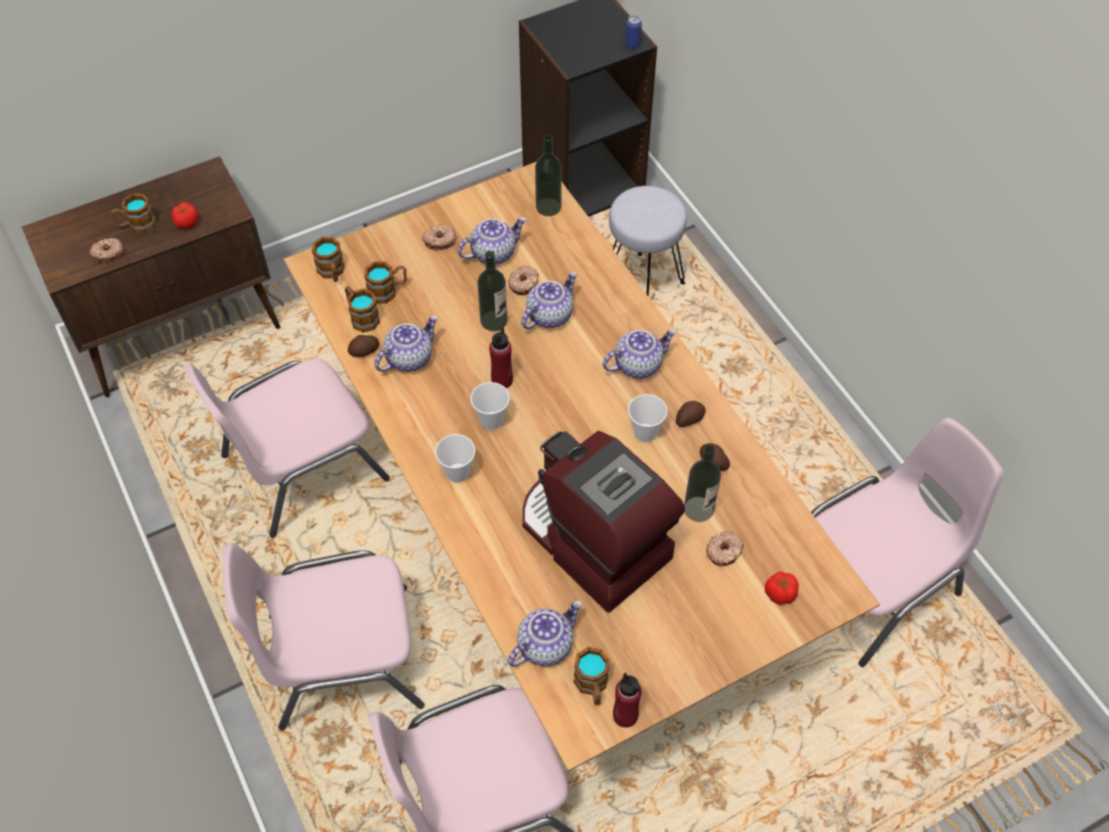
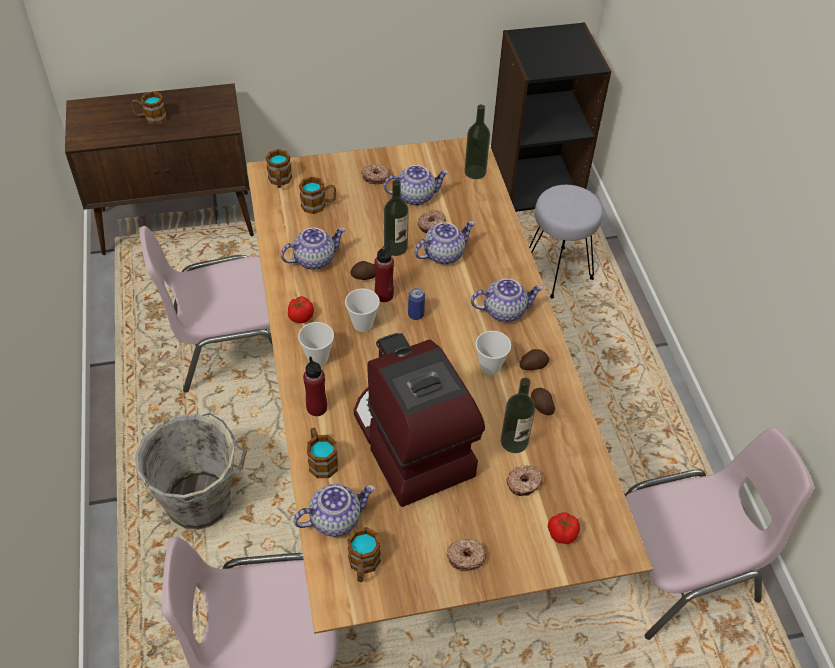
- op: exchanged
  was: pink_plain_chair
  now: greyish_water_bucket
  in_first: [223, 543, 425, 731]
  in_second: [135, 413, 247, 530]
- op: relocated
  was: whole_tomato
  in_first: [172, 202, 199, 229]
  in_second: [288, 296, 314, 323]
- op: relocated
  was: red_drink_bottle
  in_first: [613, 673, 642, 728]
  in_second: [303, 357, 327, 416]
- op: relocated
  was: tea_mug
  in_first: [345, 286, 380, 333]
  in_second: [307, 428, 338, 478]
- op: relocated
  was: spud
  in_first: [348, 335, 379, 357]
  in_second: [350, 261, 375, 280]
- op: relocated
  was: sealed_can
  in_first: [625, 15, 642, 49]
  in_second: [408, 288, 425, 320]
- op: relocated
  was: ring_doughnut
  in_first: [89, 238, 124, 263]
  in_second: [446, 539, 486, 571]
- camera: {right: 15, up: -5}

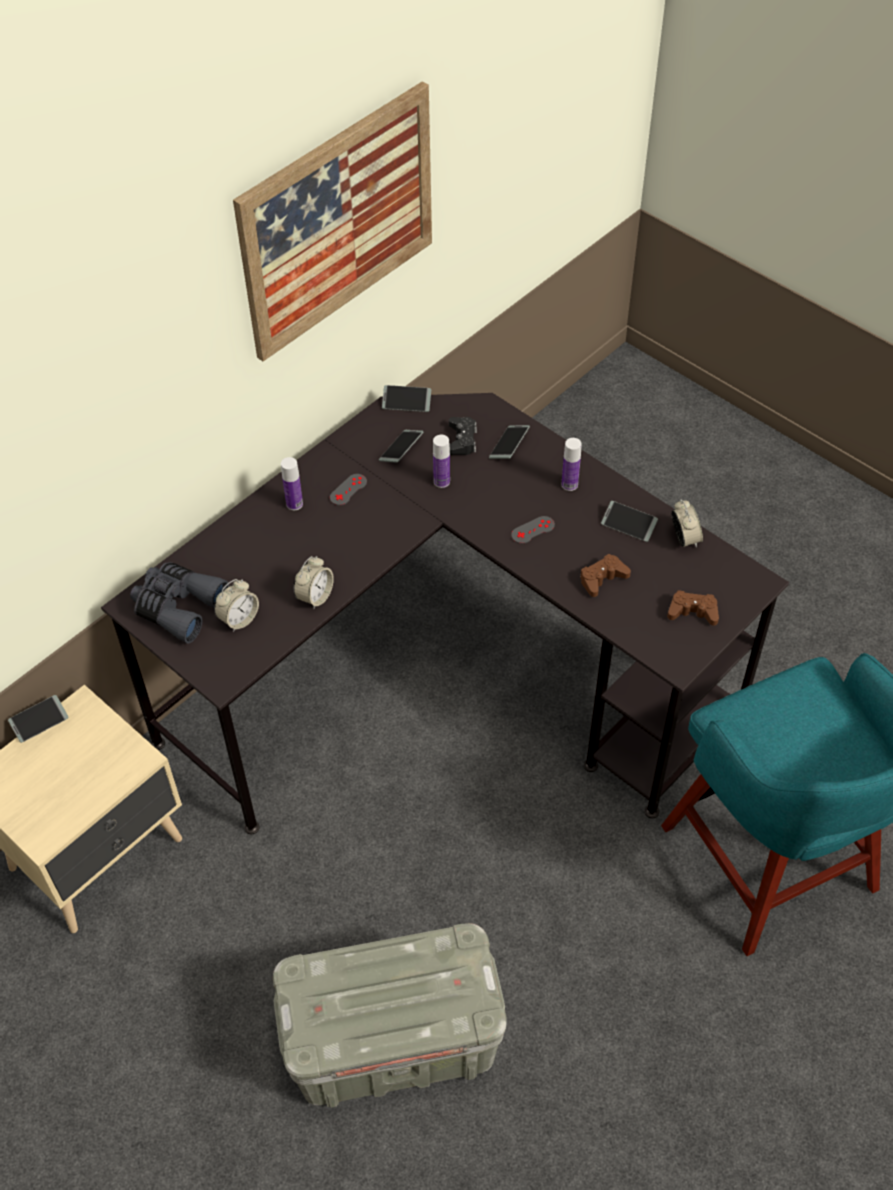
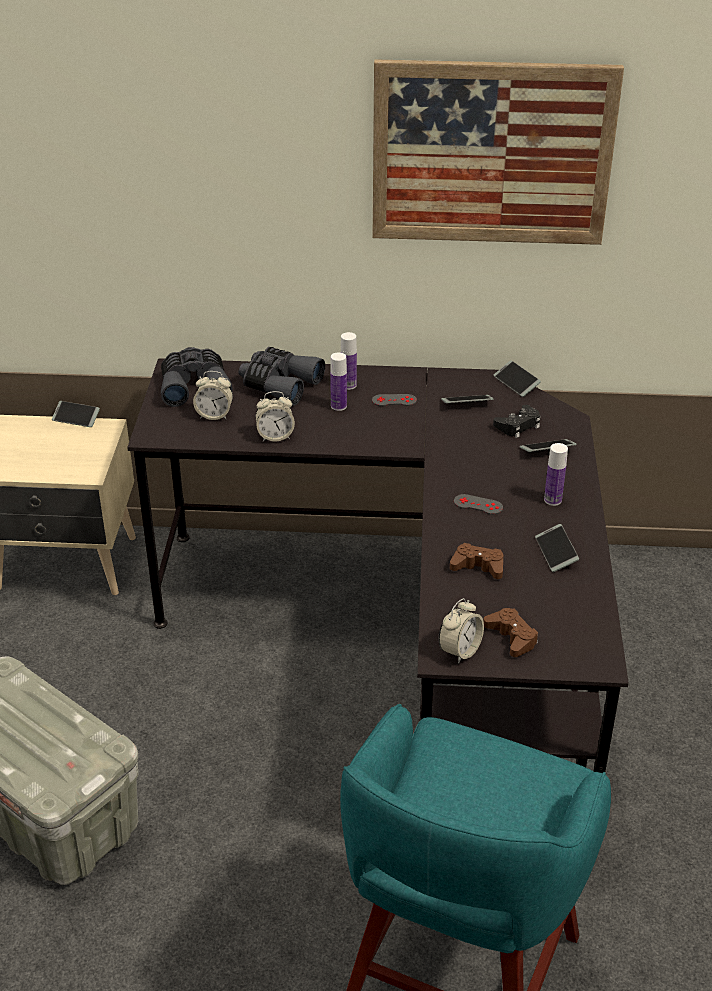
- op: appeared
  now: greyish_field_glasses
  in_second: [239, 347, 325, 405]
- op: relocated
  was: drink_bottle
  in_first: [433, 435, 450, 488]
  in_second: [330, 352, 347, 411]
- op: relocated
  was: table_clock
  in_first: [672, 500, 703, 548]
  in_second: [439, 598, 484, 664]
- camera: {right: 50, up: -15}

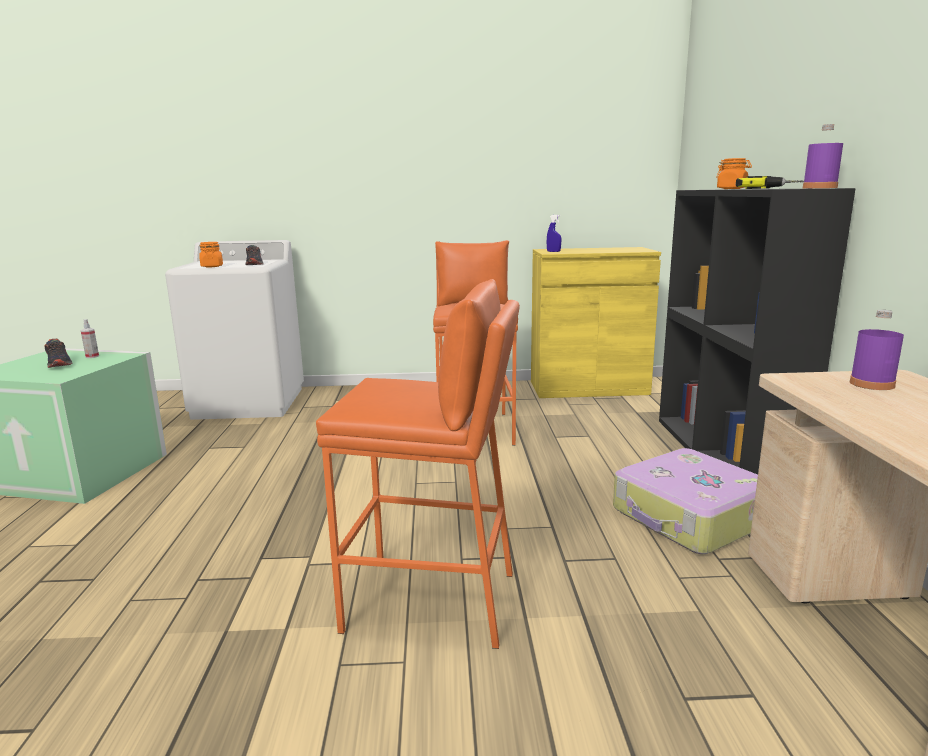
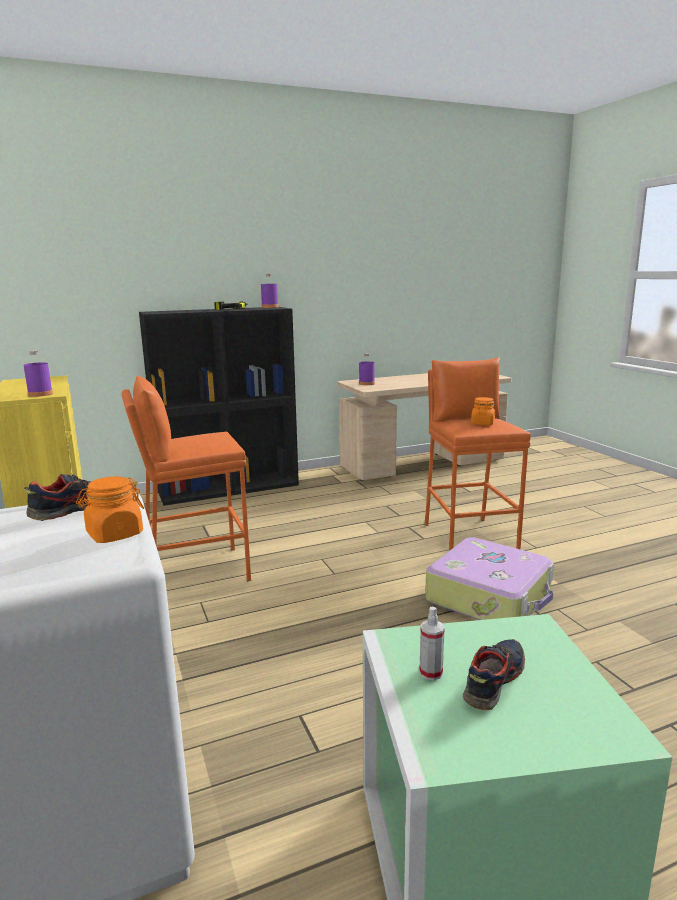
- op: exchanged
  was: blue_sprayer
  now: purple_drink_bottle
  in_first: [546, 215, 561, 252]
  in_second: [24, 350, 53, 397]
- op: relocated
  was: travel_case
  in_first: [613, 448, 758, 554]
  in_second: [425, 537, 554, 620]
- op: relocated
  was: orange_jar
  in_first: [716, 158, 752, 189]
  in_second: [471, 397, 495, 425]
- camera: {right: -110, up: 0}

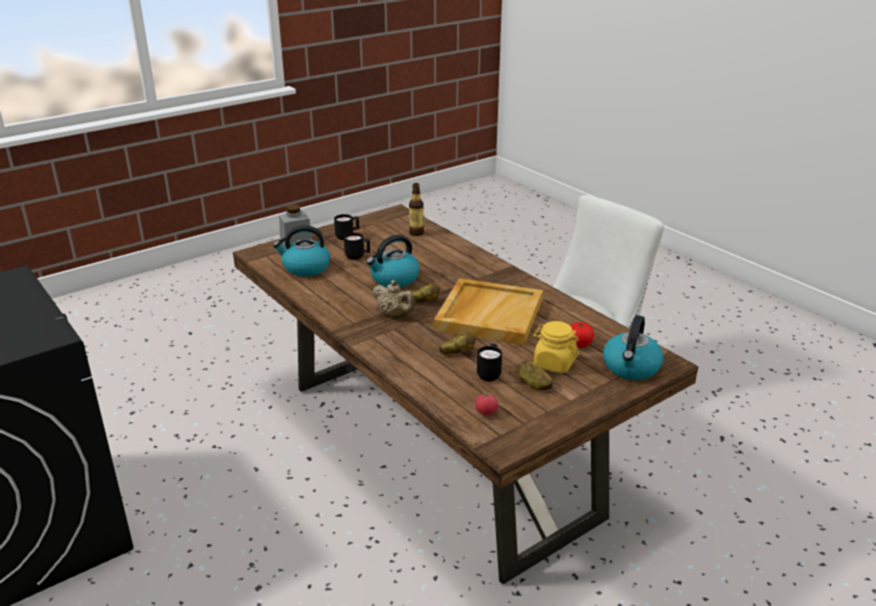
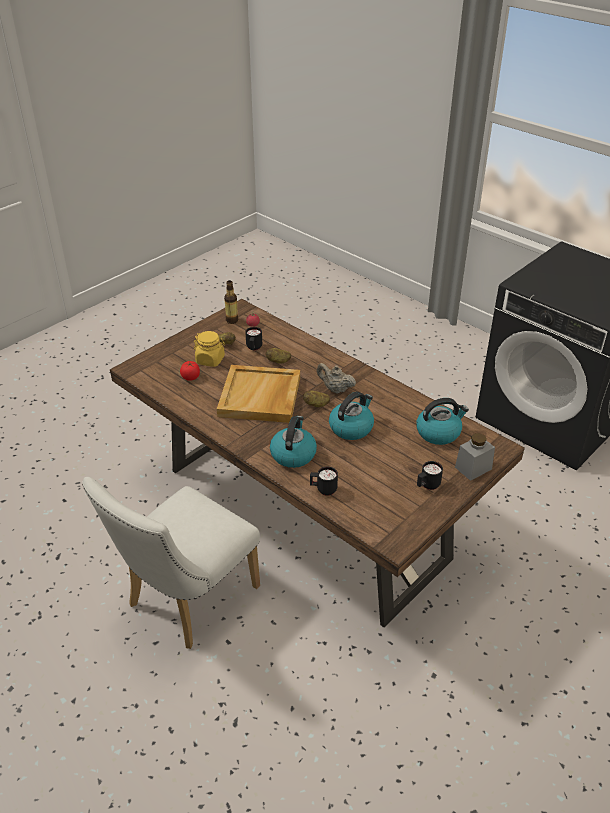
- op: relocated
  was: drink_bottle
  in_first: [409, 183, 424, 236]
  in_second: [224, 280, 238, 324]
- op: relocated
  was: tea_kettle
  in_first: [603, 315, 663, 380]
  in_second: [270, 416, 317, 468]
- op: relocated
  was: black_tea_mug
  in_first: [344, 233, 370, 260]
  in_second: [310, 467, 338, 496]
- camera: {right: 170, up: 10}

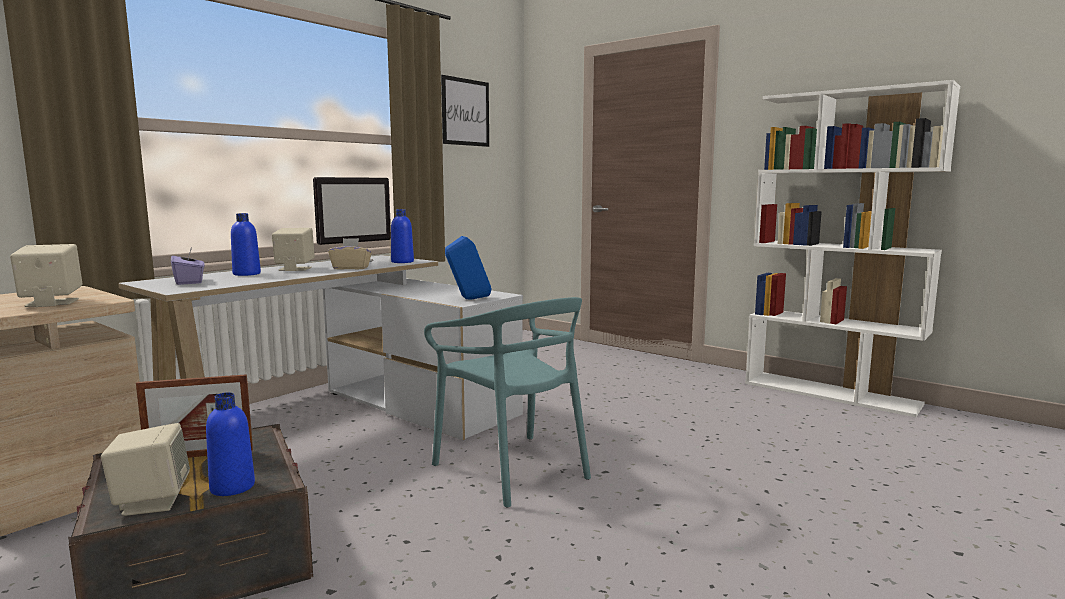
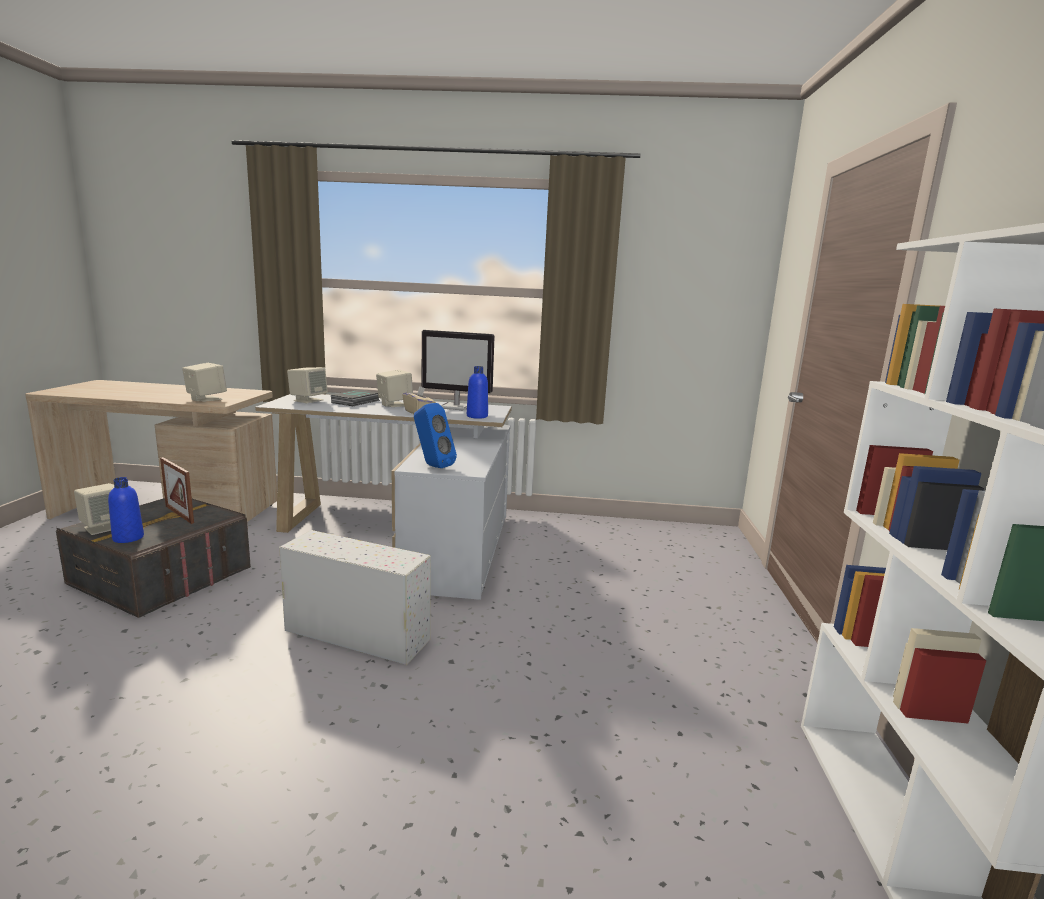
- op: exchanged
  was: turquoise-coloured_plain_chair
  now: white-coloured_storage_box
  in_first: [424, 297, 591, 507]
  in_second: [279, 530, 431, 665]
- op: exchanged
  was: purple_box_of_tissues
  now: beige_speaker
  in_first: [171, 248, 205, 285]
  in_second: [287, 367, 328, 403]
- op: exchanged
  was: blue_drink_bottle
  now: book
  in_first: [231, 213, 261, 276]
  in_second: [331, 390, 380, 406]
- op: missing
  was: wall_art
  in_first: [441, 75, 489, 147]
- camera: {right: 55, up: 5}

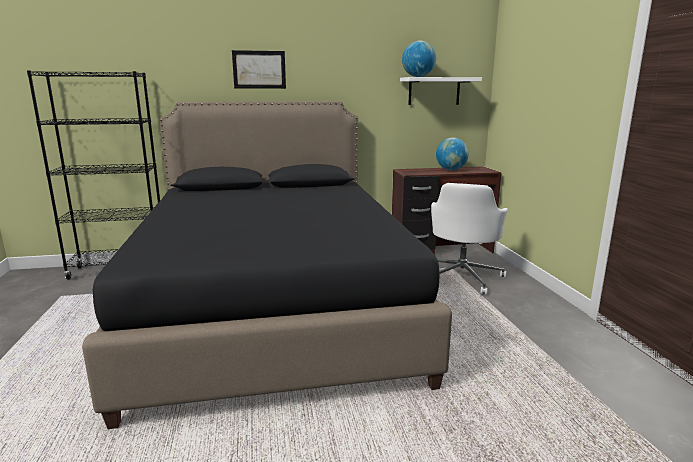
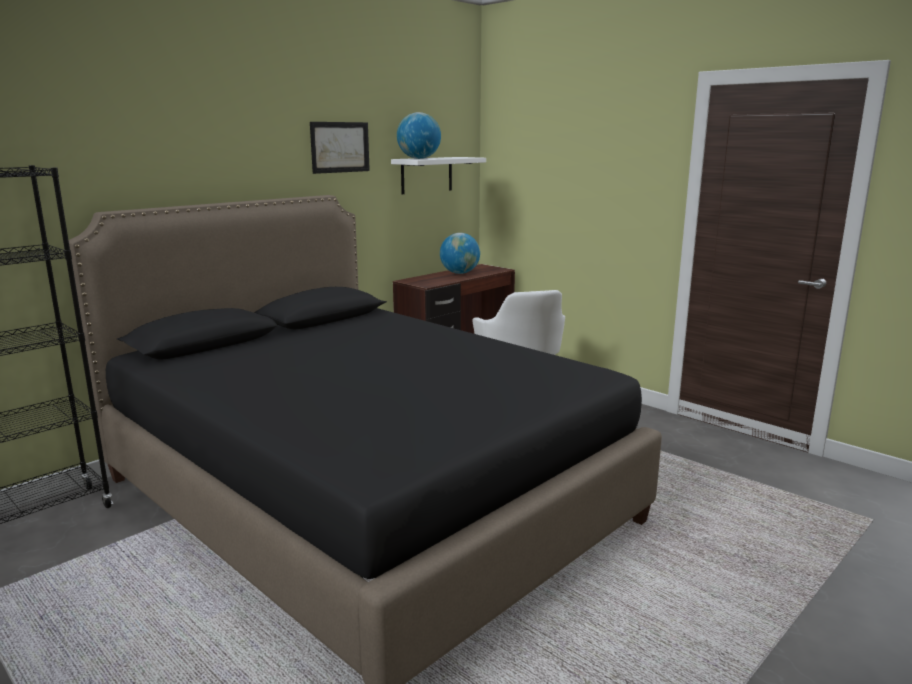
- op: relocated
  was: wall_art
  in_first: [232, 50, 286, 89]
  in_second: [310, 122, 370, 174]
- camera: {right: -35, up: 0}

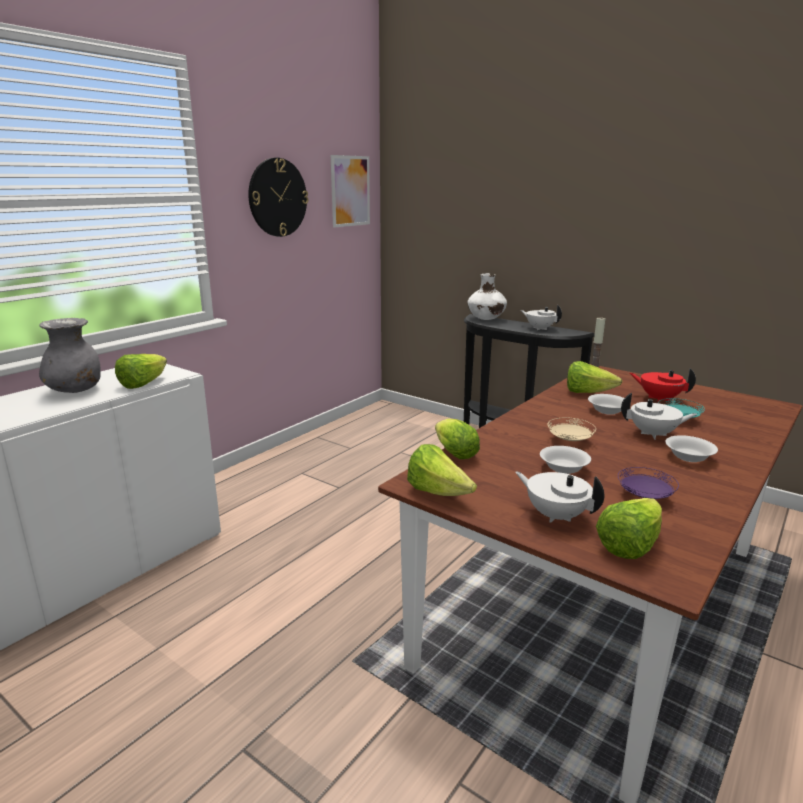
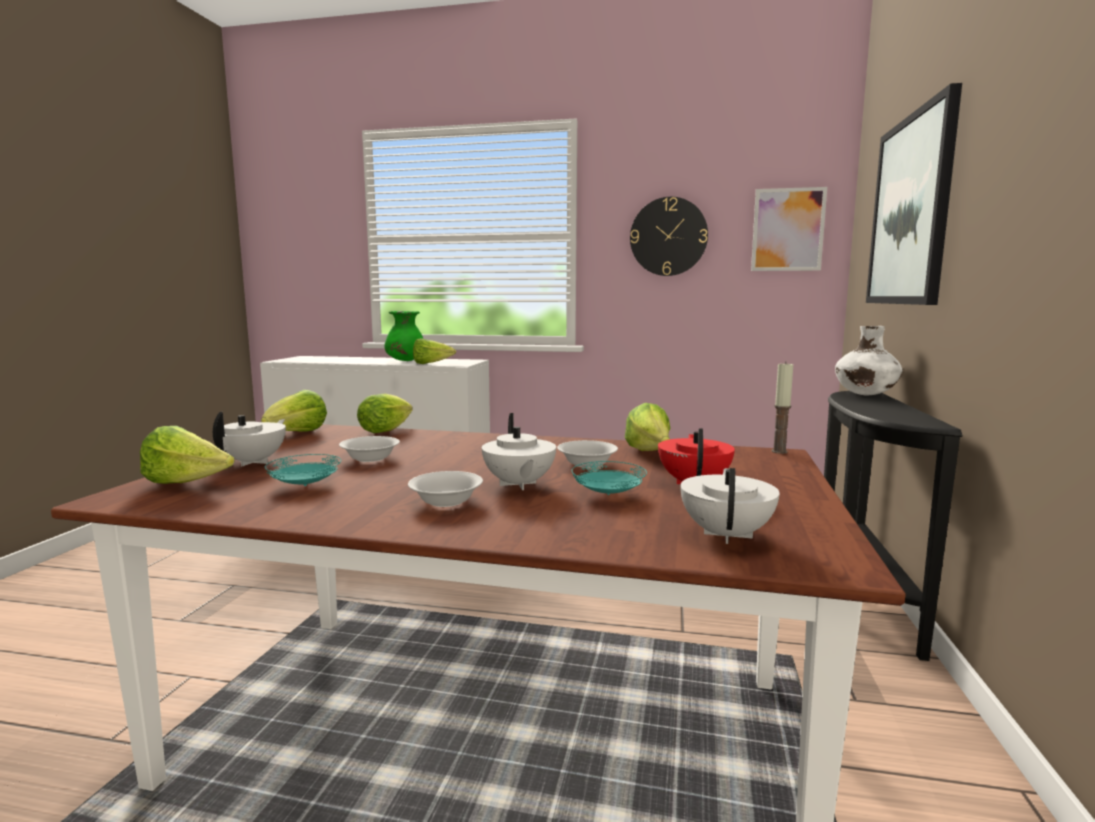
- op: colour
  was: purple_plate
  now: turquoise-coloured_plate
  in_first: [618, 467, 679, 499]
  in_second: [265, 454, 341, 486]
- op: colour
  was: greyish_decorative_vase
  now: green_decorative_vase
  in_first: [39, 318, 101, 393]
  in_second: [384, 311, 423, 361]
- op: relocated
  was: white-coloured_teapot
  in_first: [521, 305, 562, 330]
  in_second: [680, 468, 780, 544]
- op: appeared
  now: wall_art
  in_second: [866, 83, 962, 305]
- op: missing
  was: beige_plate
  in_first: [547, 418, 596, 441]
- camera: {right: 65, up: -10}

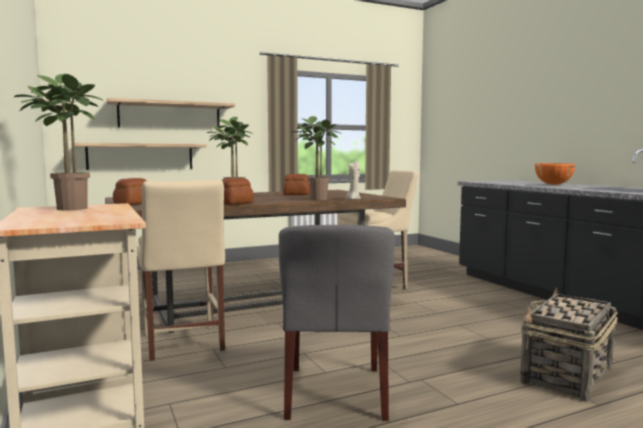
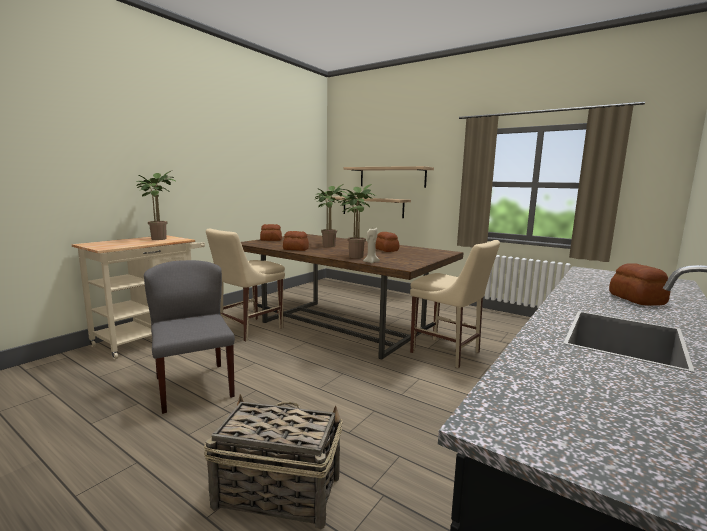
- op: spun
  was: greyish_plain_chair
  in_first: [279, 225, 395, 421]
  in_second: [144, 260, 235, 414]
  clockwise: 90
- op: exchanged
  was: orange_cooking_pot
  now: bakery_bread
  in_first: [535, 163, 576, 185]
  in_second: [609, 263, 671, 306]
- camera: {right: 60, up: 5}

